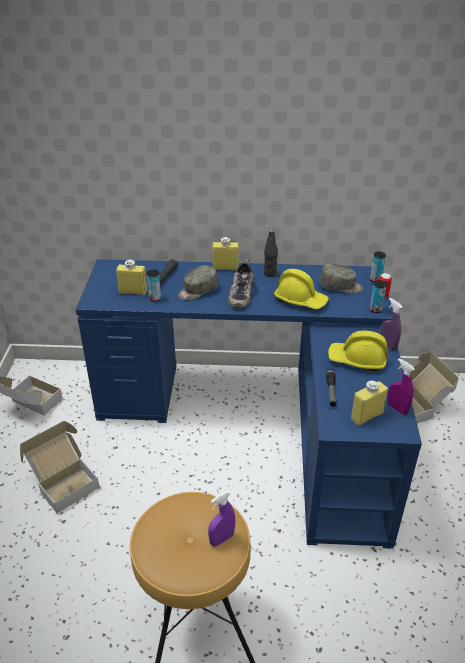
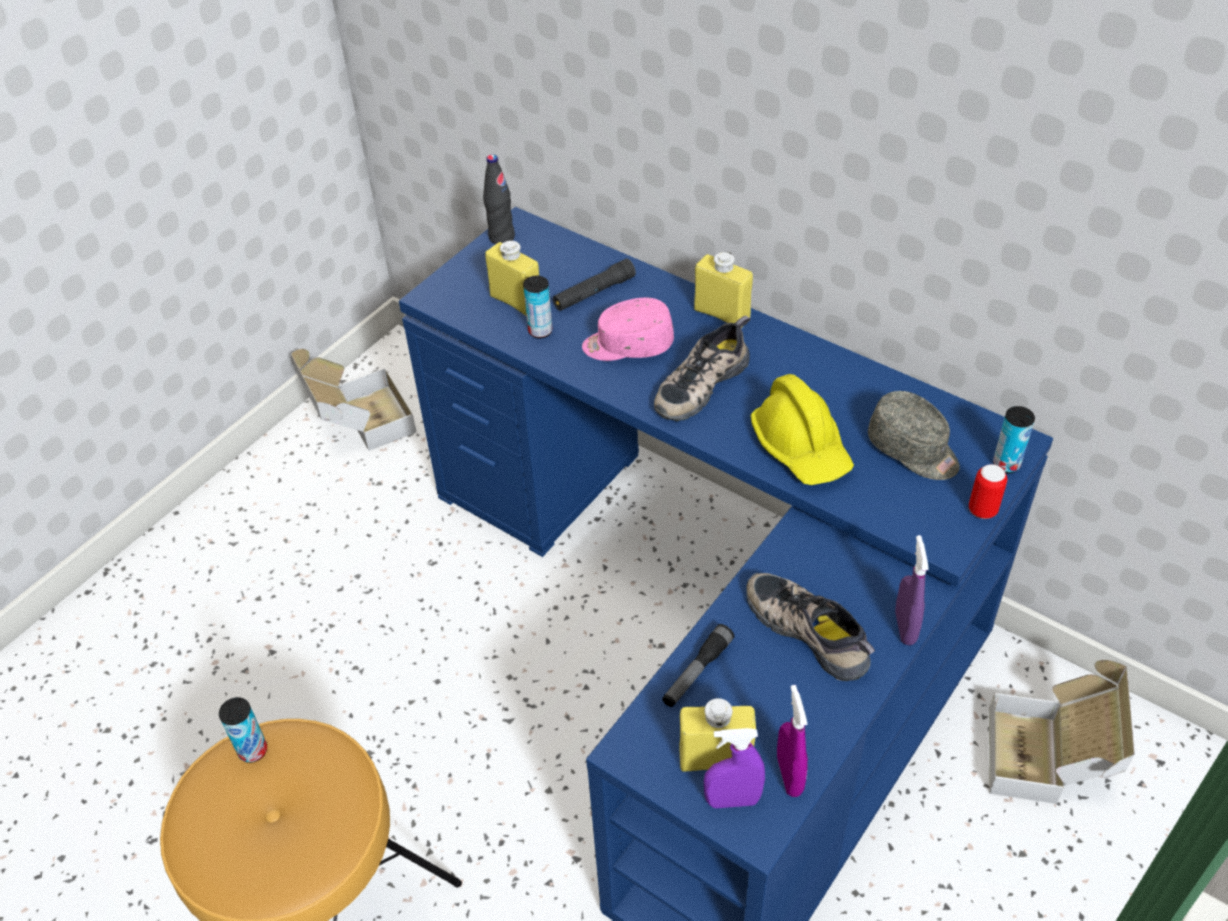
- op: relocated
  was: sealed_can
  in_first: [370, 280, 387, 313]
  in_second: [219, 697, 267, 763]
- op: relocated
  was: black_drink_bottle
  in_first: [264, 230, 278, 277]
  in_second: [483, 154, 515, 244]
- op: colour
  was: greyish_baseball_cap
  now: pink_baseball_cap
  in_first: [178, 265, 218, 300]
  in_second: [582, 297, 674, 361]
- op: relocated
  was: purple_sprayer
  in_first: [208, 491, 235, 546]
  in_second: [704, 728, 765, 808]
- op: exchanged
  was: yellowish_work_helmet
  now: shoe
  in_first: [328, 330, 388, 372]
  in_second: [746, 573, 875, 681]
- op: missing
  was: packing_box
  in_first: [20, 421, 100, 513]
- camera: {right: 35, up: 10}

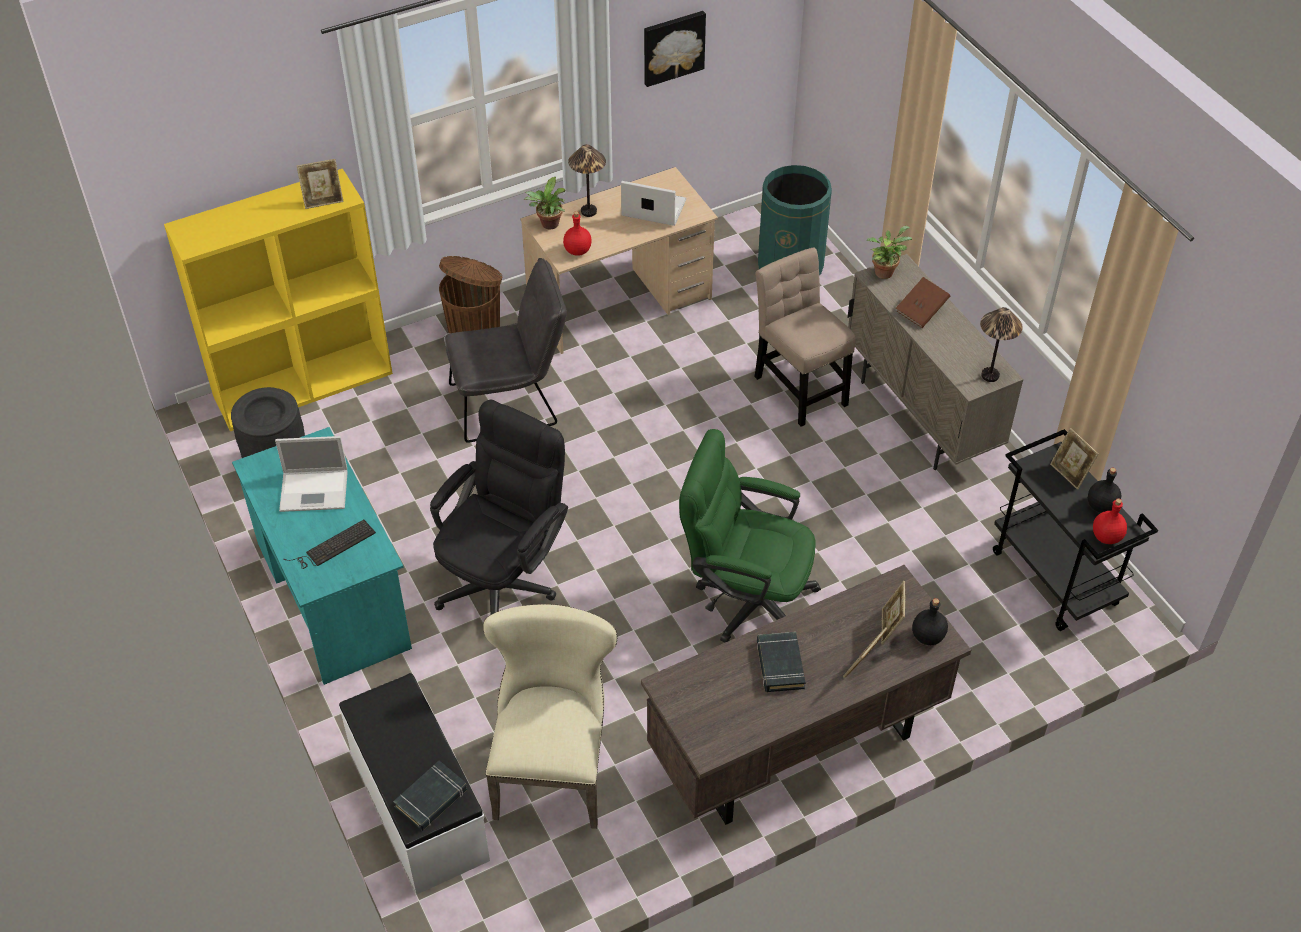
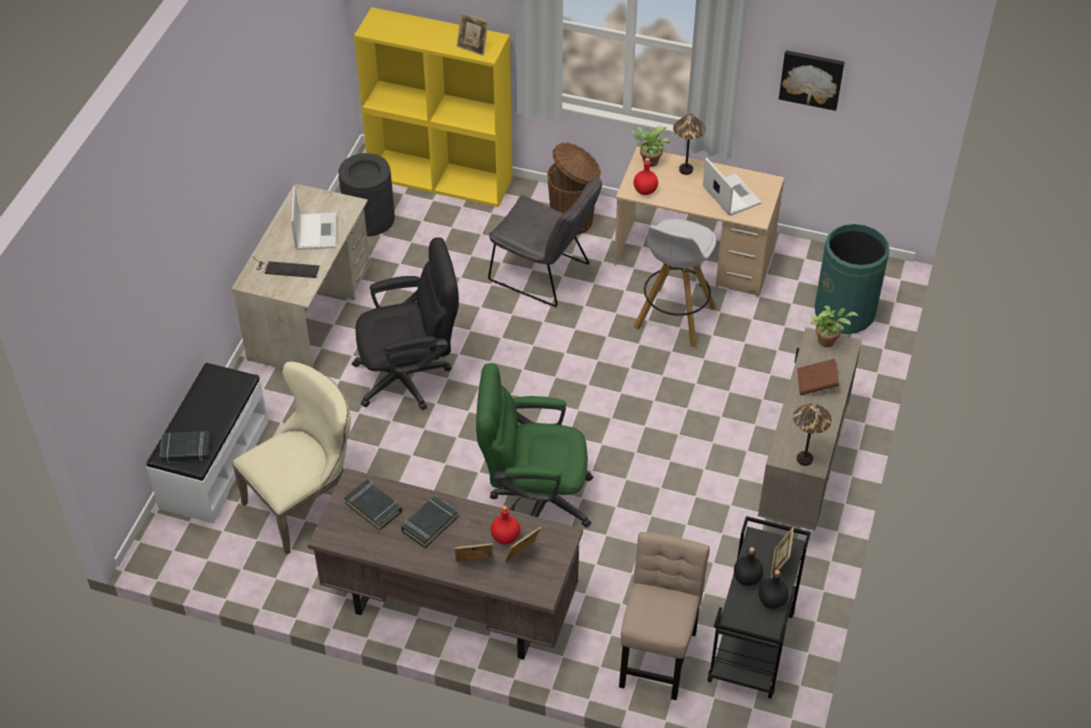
- op: colour
  was: turquoise-coloured_desk
  now: beige_desk
  in_first: [232, 427, 412, 685]
  in_second: [231, 183, 371, 369]
- op: spun
  was: notebook_computer
  in_first: [275, 436, 348, 512]
  in_second: [291, 186, 337, 250]
  clockwise: -135
- op: appeared
  now: black_book
  in_second: [344, 480, 402, 531]
- op: spun
  was: green_desk_chair
  in_first: [679, 429, 821, 643]
  in_second: [476, 363, 593, 527]
  clockwise: -60
- op: relocated
  was: red_drink_bottle
  in_first: [1093, 498, 1127, 544]
  in_second: [491, 505, 520, 545]
- op: relocated
  was: beige_plain_chair
  in_first: [755, 247, 856, 427]
  in_second: [619, 532, 710, 700]
- op: appeared
  now: white-coloured_stool_seat
  in_second: [633, 219, 716, 347]
- op: relocated
  was: black_drink_bottle
  in_first: [912, 598, 948, 645]
  in_second: [734, 547, 763, 586]
- camera: {right: 45, up: 0}

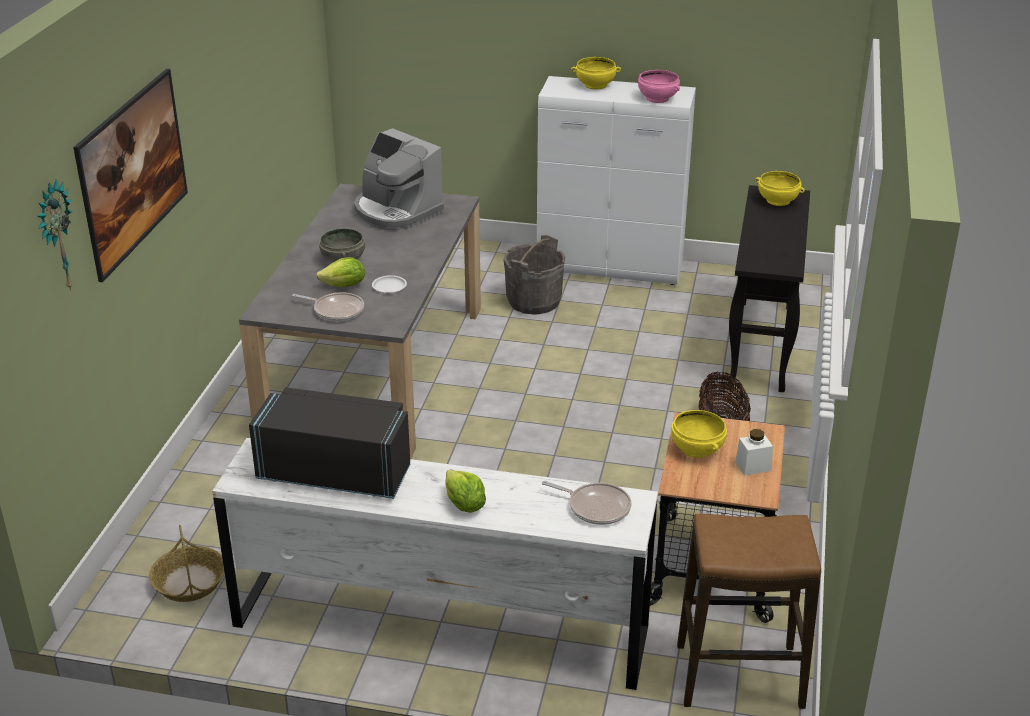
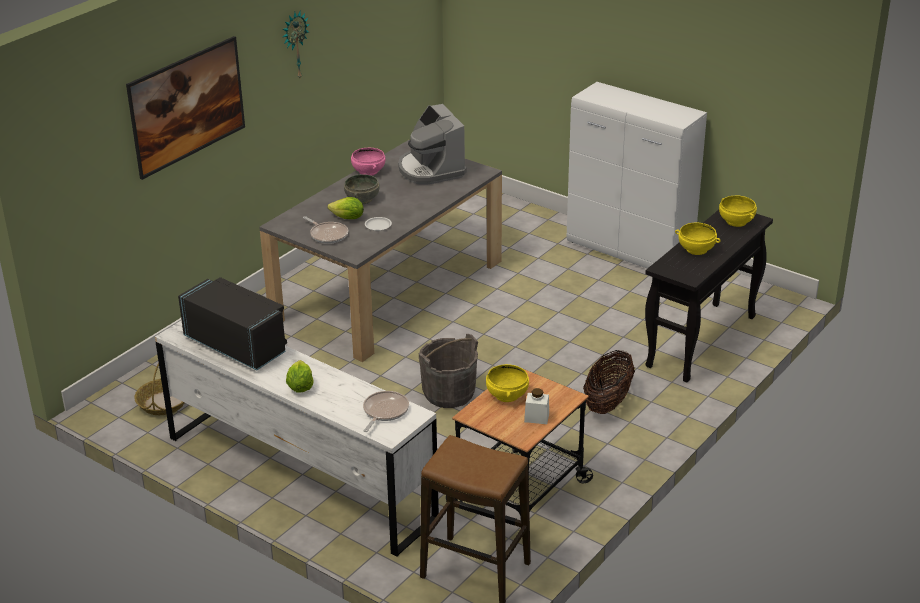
- op: relocated
  was: clock_on_the_wall
  in_first: [37, 180, 73, 291]
  in_second: [283, 11, 310, 78]
- op: relocated
  was: pink_deep_dish
  in_first: [638, 70, 680, 103]
  in_second: [351, 148, 385, 176]
- op: spun
  was: pan
  in_first: [542, 481, 632, 525]
  in_second: [363, 391, 409, 432]
  clockwise: -120
- op: relocated
  was: greyish_water_bucket
  in_first: [504, 235, 565, 315]
  in_second: [418, 334, 478, 408]
- op: relocated
  was: yellowish_deep_dish
  in_first: [571, 57, 621, 89]
  in_second: [675, 222, 720, 255]
- camera: {right: 25, up: 0}

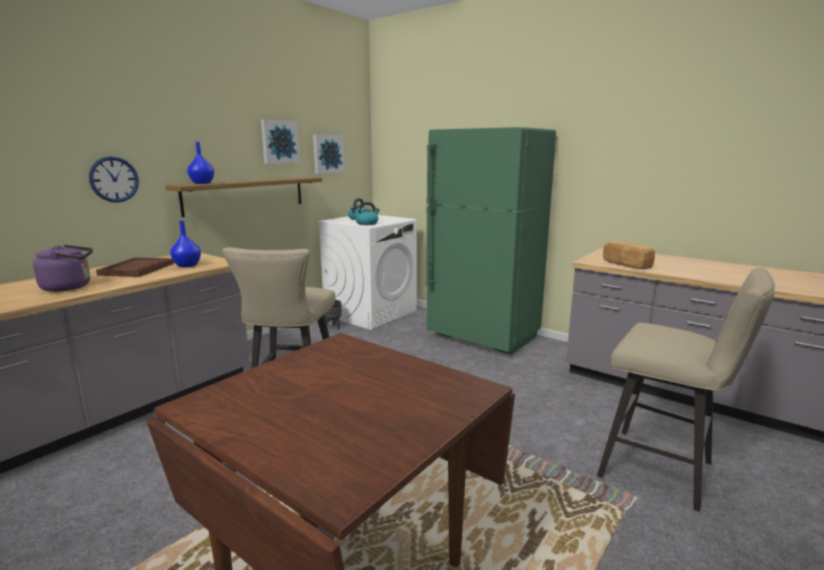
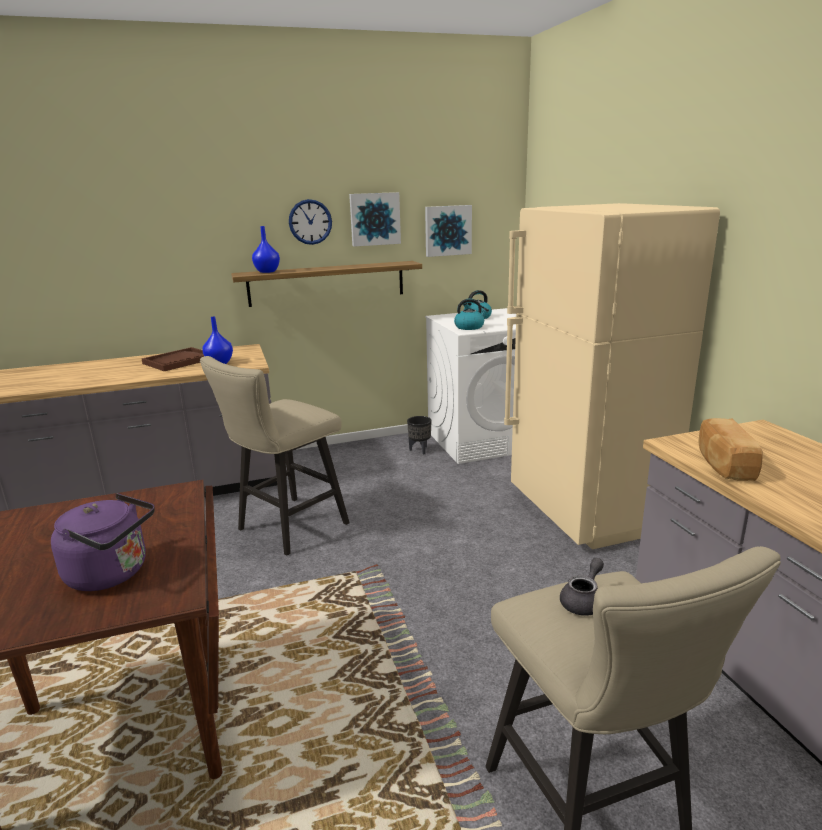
- op: relocated
  was: purple_tea_kettle
  in_first: [33, 245, 93, 292]
  in_second: [51, 493, 155, 591]
- op: relocated
  was: clock_on_the_wall
  in_first: [89, 156, 139, 203]
  in_second: [289, 199, 332, 245]
- op: colour
  was: green_kitchen_fridge
  now: beige_kitchen_fridge
  in_first: [426, 127, 556, 355]
  in_second: [504, 203, 720, 549]
- op: appeared
  now: greyish_teapot
  in_second: [560, 558, 604, 616]
- camera: {right: 35, up: 5}

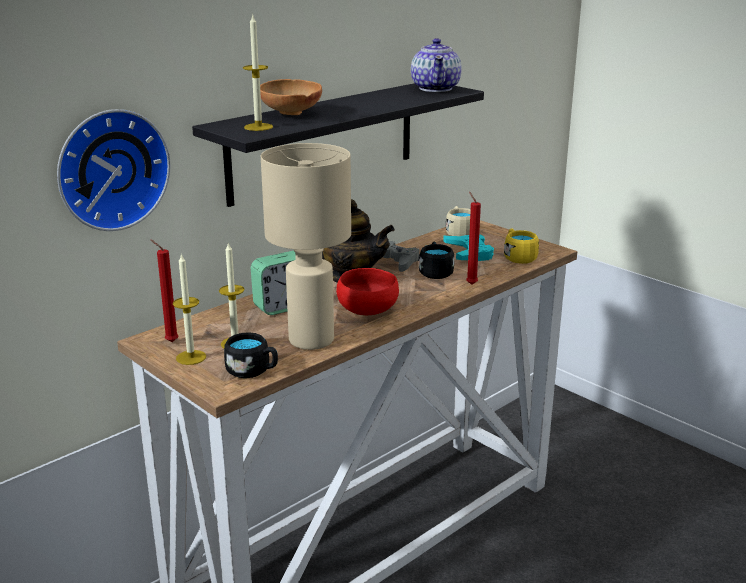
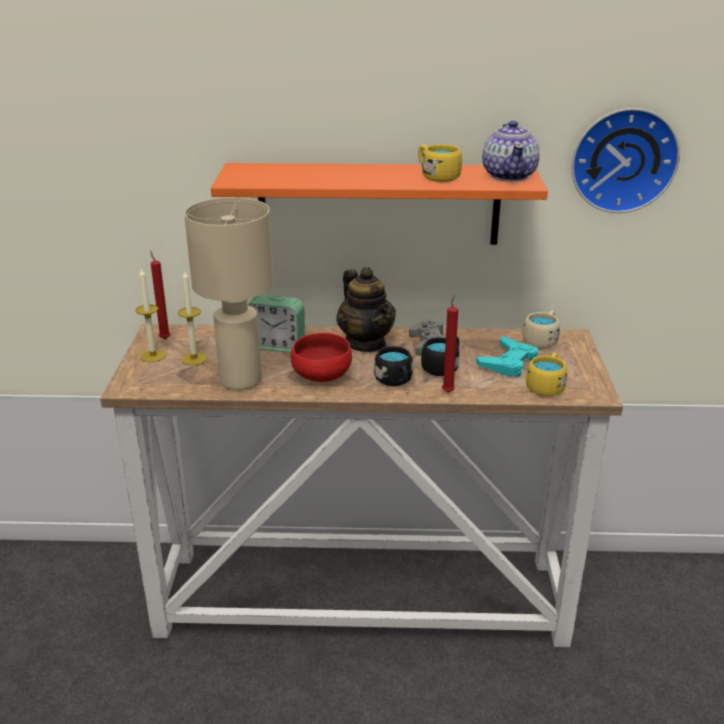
- op: colour
  was: black_wall_shelf
  now: orange_wall_shelf
  in_first: [192, 83, 484, 207]
  in_second: [211, 163, 548, 245]
- op: relocated
  was: black_tea_mug
  in_first: [224, 332, 278, 378]
  in_second: [374, 346, 413, 386]
- op: appeared
  now: yellowish_tea_mug
  in_second: [418, 144, 462, 182]
- op: spun
  was: teapot
  in_first: [411, 38, 462, 92]
  in_second: [482, 121, 540, 181]
  clockwise: -45
- op: relocated
  was: clock_on_the_wall
  in_first: [57, 109, 171, 231]
  in_second: [571, 108, 680, 213]
- op: missing
  was: candle
  in_first: [243, 14, 273, 131]
- op: missing
  was: brown_deep_dish
  in_first: [260, 79, 322, 115]
- camera: {right: 45, up: 5}

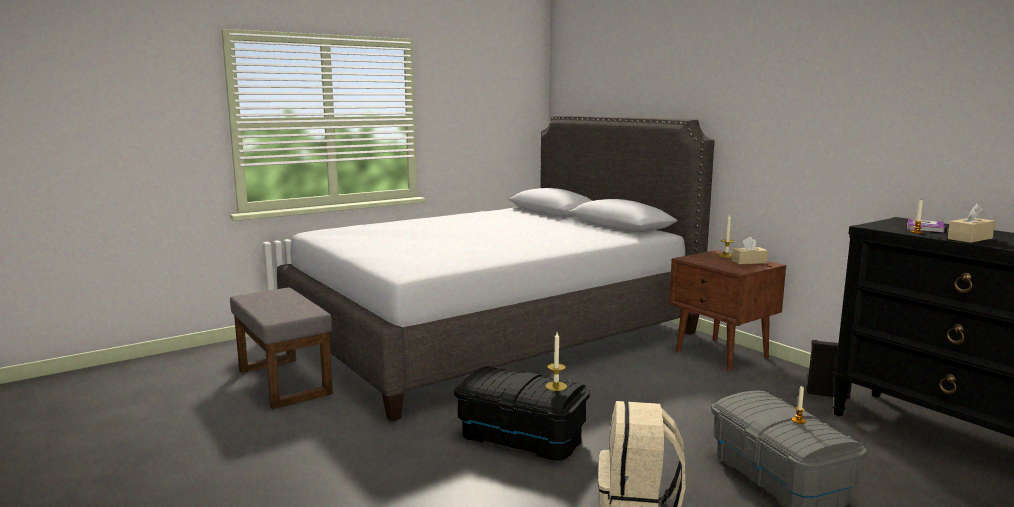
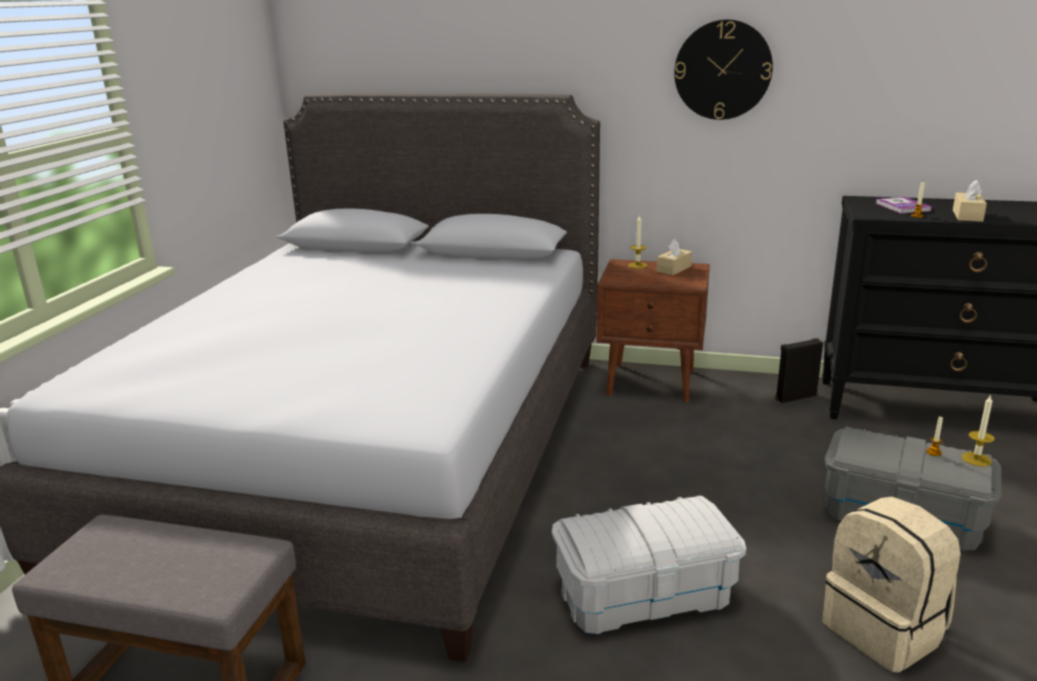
- op: colour
  was: black_storage_box
  now: white-coloured_storage_box
  in_first: [454, 366, 590, 461]
  in_second: [552, 496, 746, 634]
- op: appeared
  now: clock_on_the_wall
  in_second: [674, 20, 773, 120]
- op: relocated
  was: candle
  in_first: [546, 332, 567, 391]
  in_second: [962, 394, 994, 467]
- camera: {right: -40, up: 10}

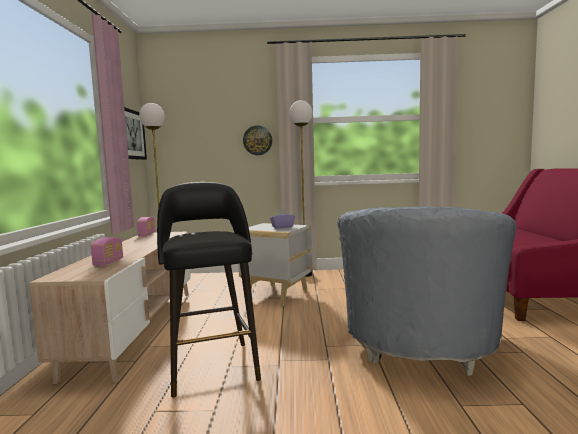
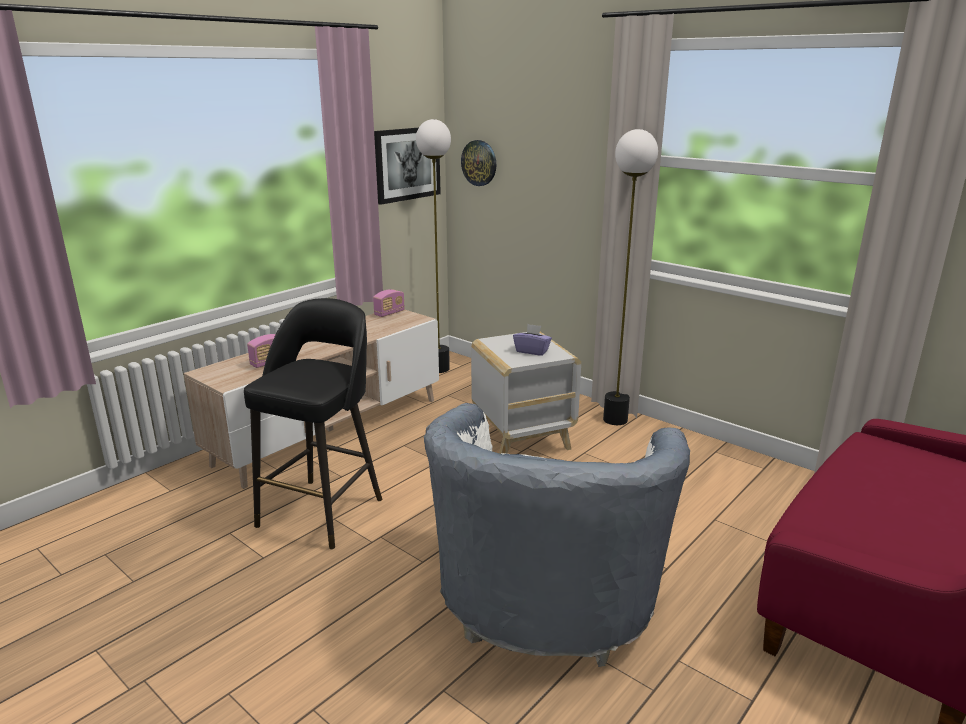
- op: spun
  was: white-coloured_easy_chair
  in_first: [337, 206, 516, 376]
  in_second: [424, 403, 690, 667]
  clockwise: -45
- op: relocated
  was: clock_on_the_wall
  in_first: [243, 126, 272, 155]
  in_second: [461, 140, 496, 186]
- camera: {right: 40, up: 15}

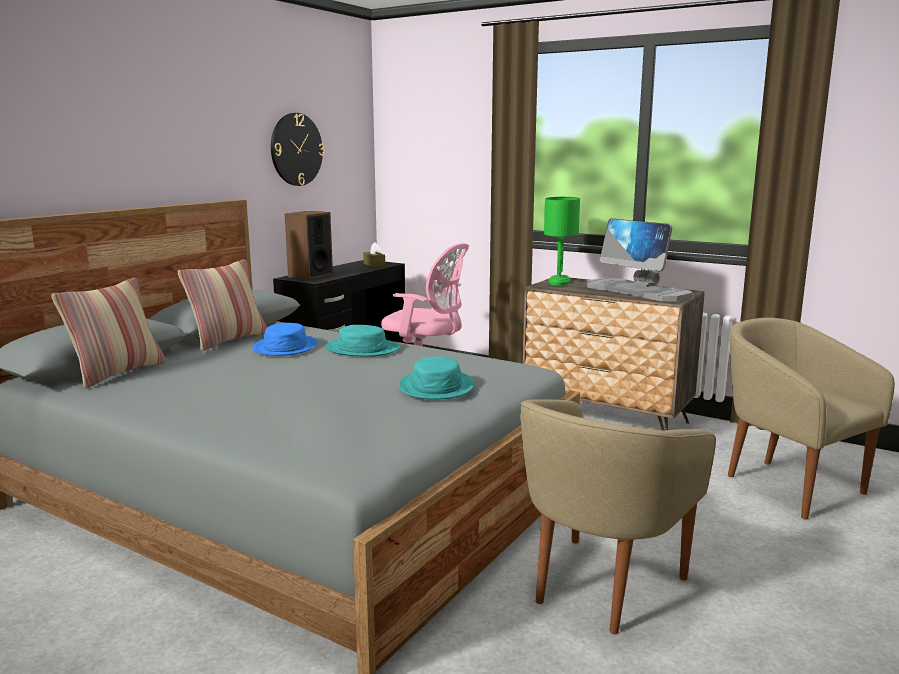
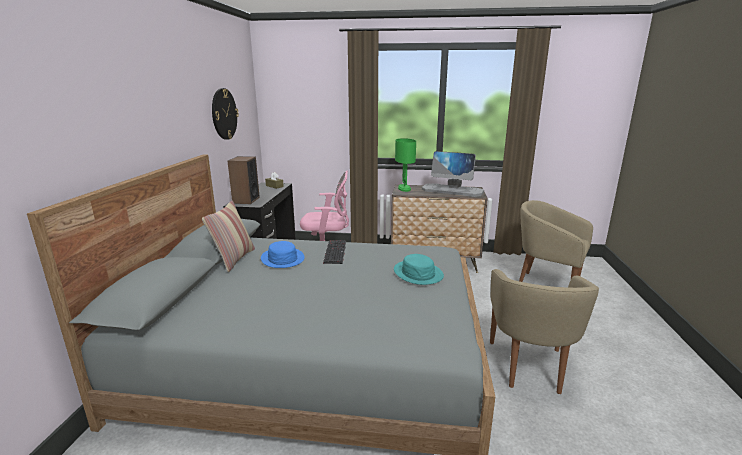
- op: exchanged
  was: turquoise-coloured_wearable_hat
  now: PC_keyboard
  in_first: [325, 325, 400, 357]
  in_second: [323, 240, 346, 264]
- op: missing
  was: pillow
  in_first: [51, 278, 166, 388]
- camera: {right: -25, up: 5}

